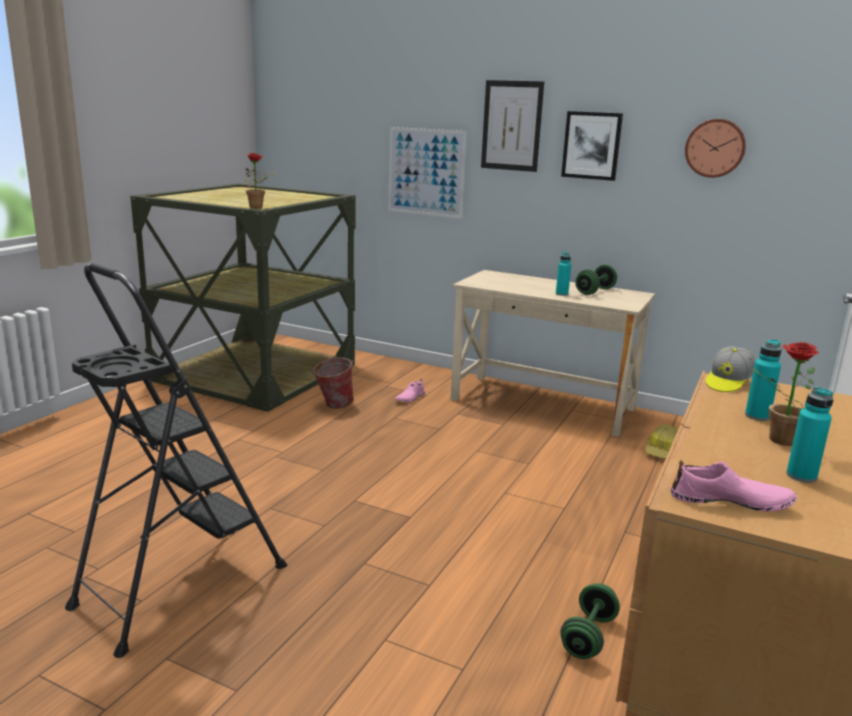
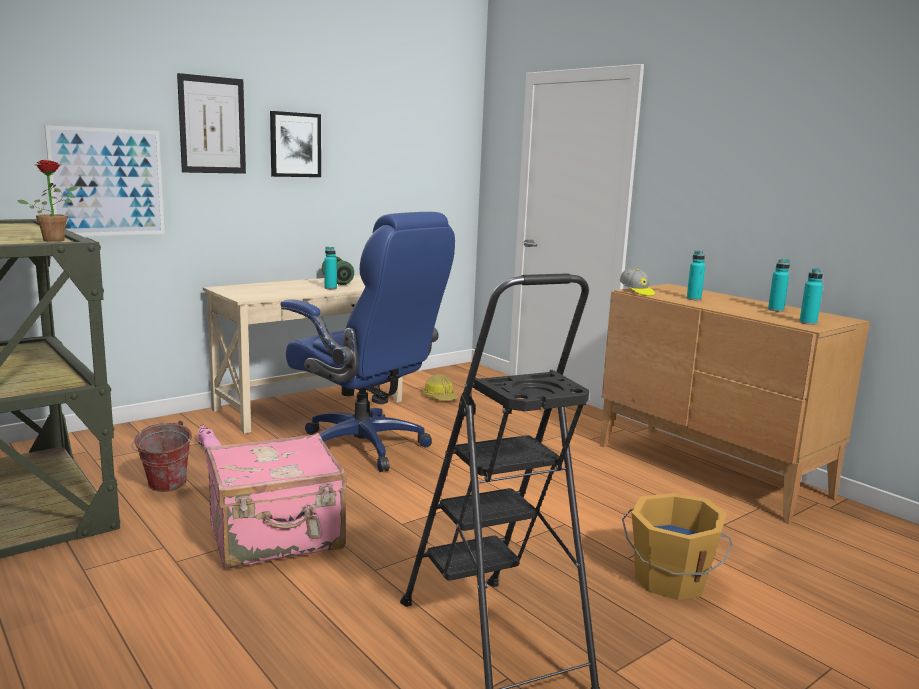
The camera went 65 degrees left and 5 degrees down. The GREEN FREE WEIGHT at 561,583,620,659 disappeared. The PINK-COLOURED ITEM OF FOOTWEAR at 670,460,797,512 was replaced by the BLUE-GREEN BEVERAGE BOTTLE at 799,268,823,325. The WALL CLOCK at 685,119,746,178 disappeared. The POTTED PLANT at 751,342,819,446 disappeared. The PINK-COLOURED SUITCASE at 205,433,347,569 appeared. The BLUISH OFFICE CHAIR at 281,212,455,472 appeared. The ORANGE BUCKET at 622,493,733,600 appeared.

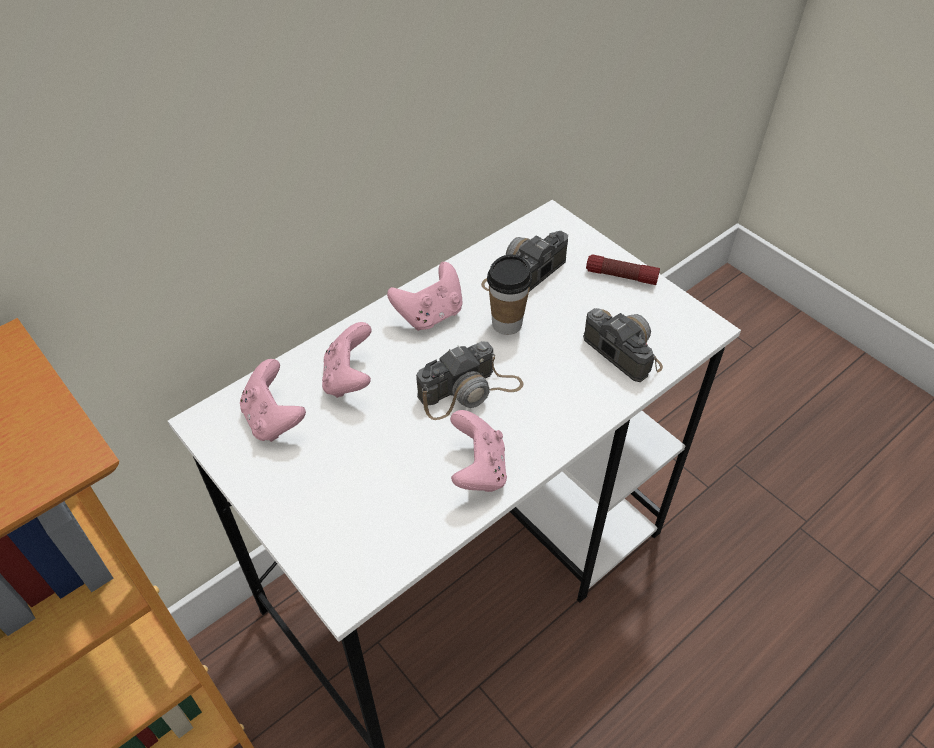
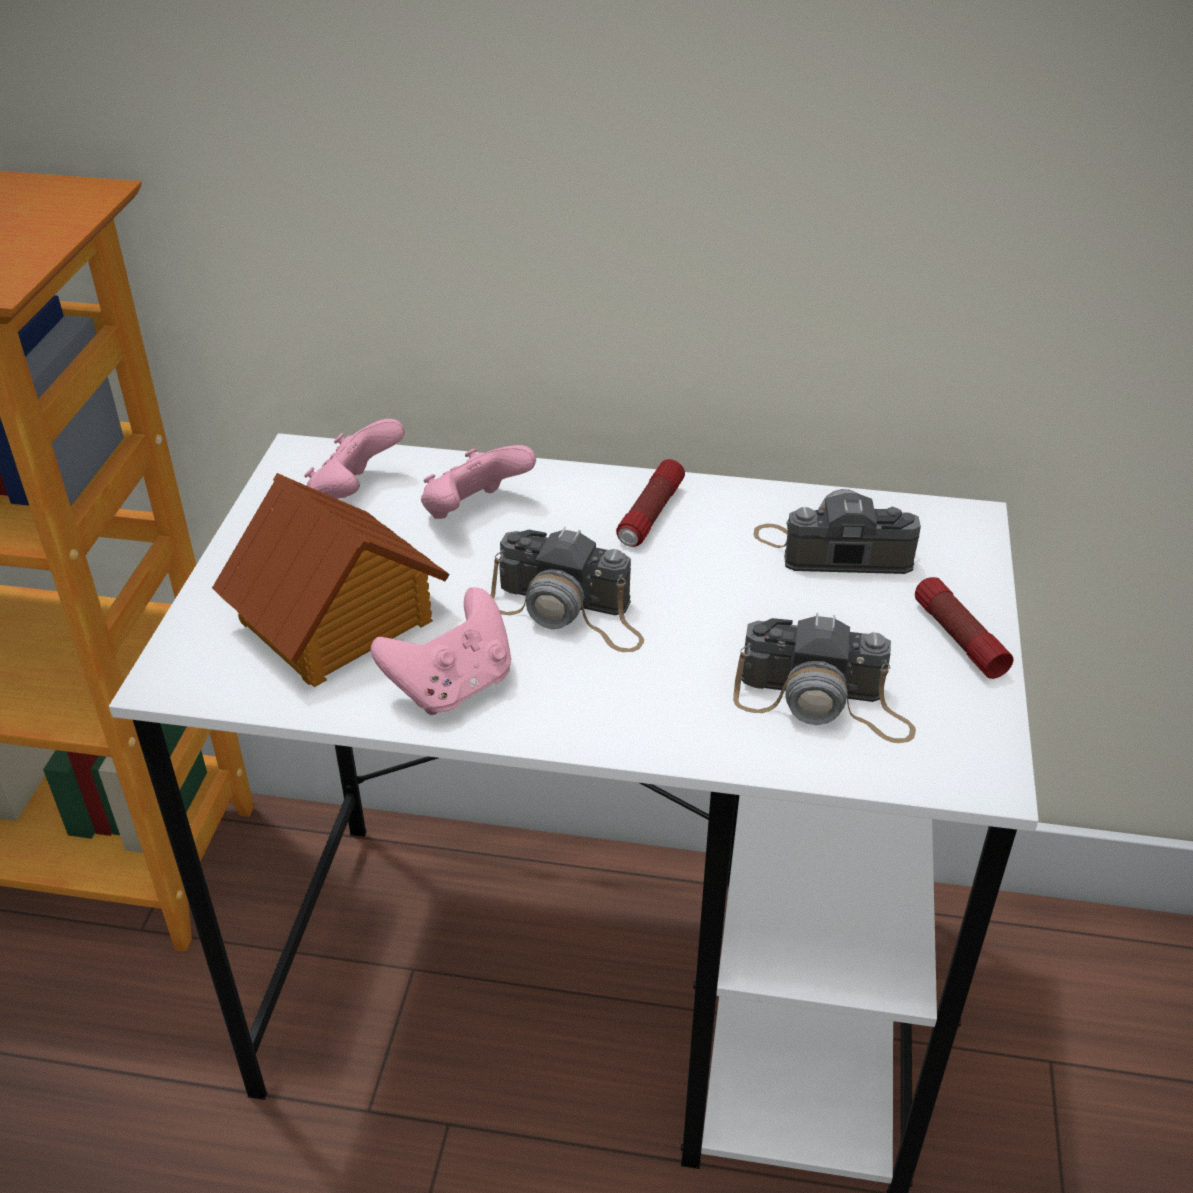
The camera went 50 degrees right and 10 degrees down. The PINK-COLOURED JOYPAD at 387,262,463,331 was replaced by the TORCH at 616,459,685,547. The CUP at 487,255,532,335 disappeared. The STILL CAMERA at 583,308,663,382 turned 90 degrees clockwise. The MINIATURE HOUSE at 212,473,450,687 appeared.

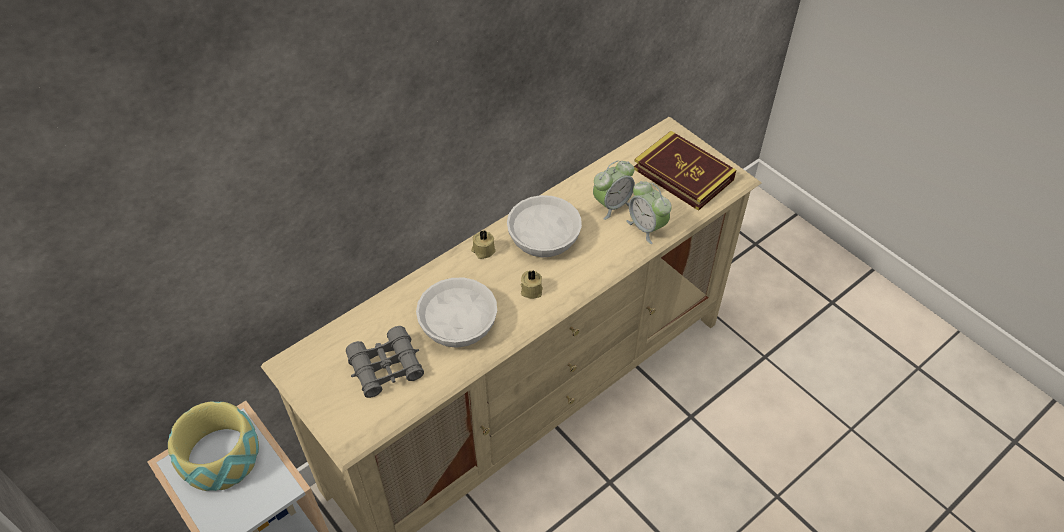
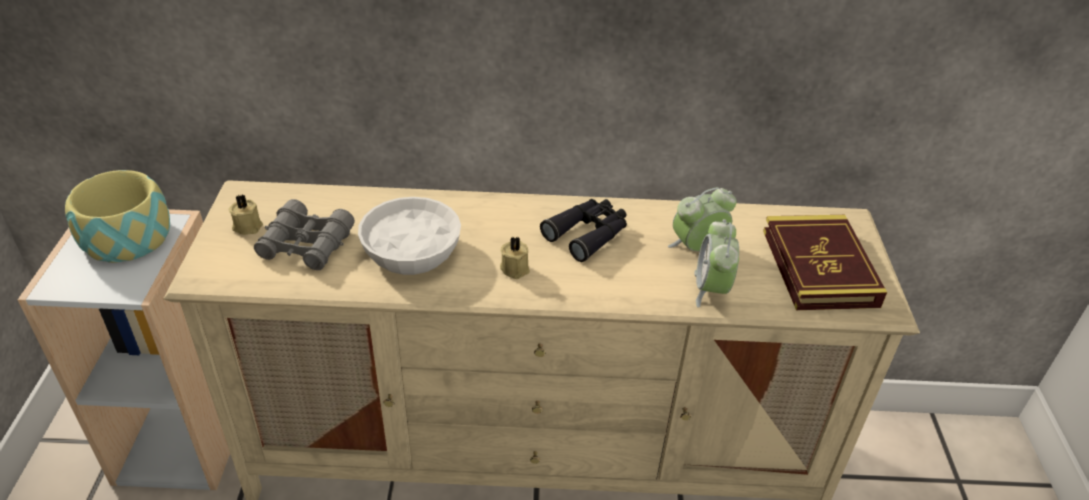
The camera went 40 degrees right and 10 degrees down. The BEIGE-COLOURED WAX CANDLE moved from 471,230,496,259 to 228,194,263,235. The WHITE-COLOURED SERVING BOWL at 507,195,582,257 was replaced by the BLACK-COLOURED FIELD GLASSES at 540,199,627,262. The TABLE CLOCK at 593,161,635,220 turned 150 degrees clockwise.

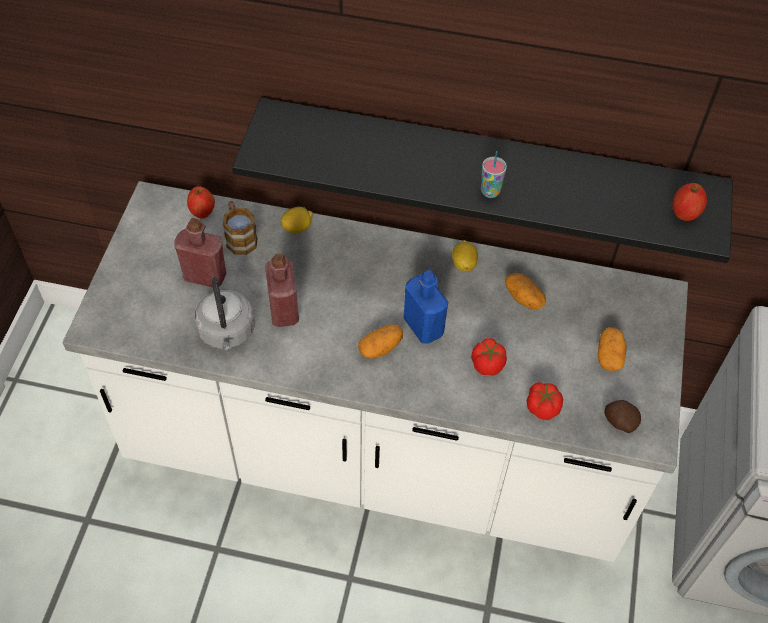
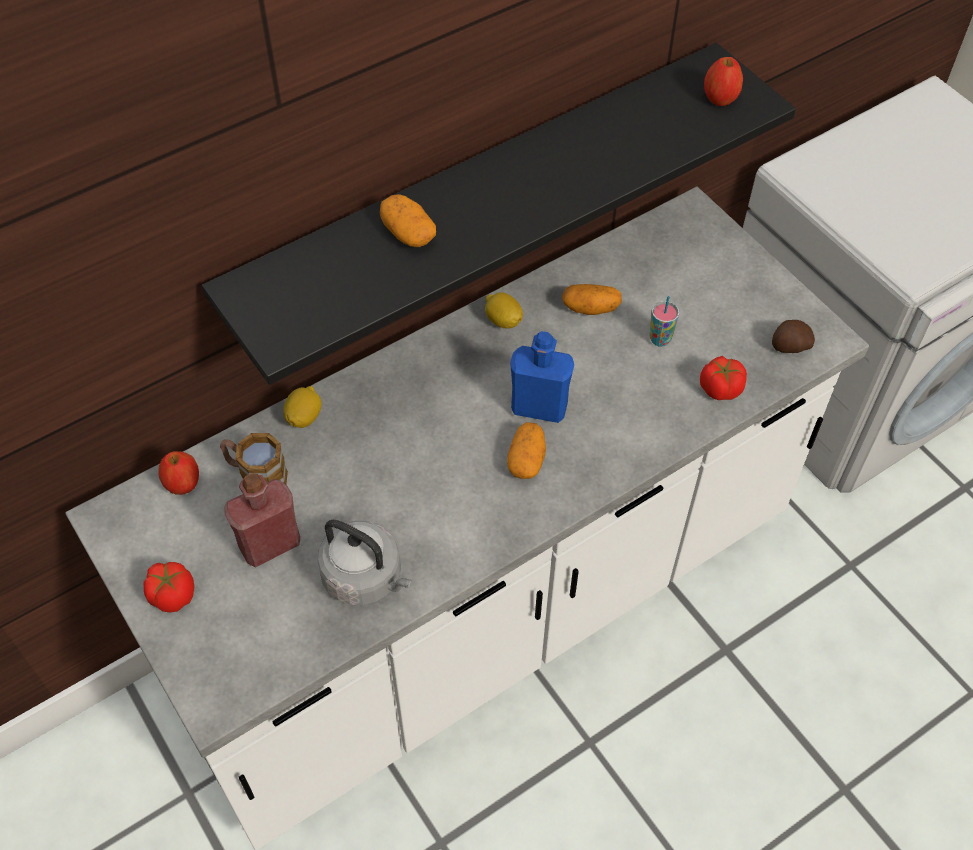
The camera went 45 degrees left and 0 degrees up. The RED-COLOURED BEVERAGE BOTTLE at 265,254,299,327 disappeared. The TOMATO moved from 471,338,507,376 to 143,562,194,612. The CUP moved from 481,151,507,198 to 650,296,679,347. The POTATO moved from 598,327,627,371 to 380,194,436,247.

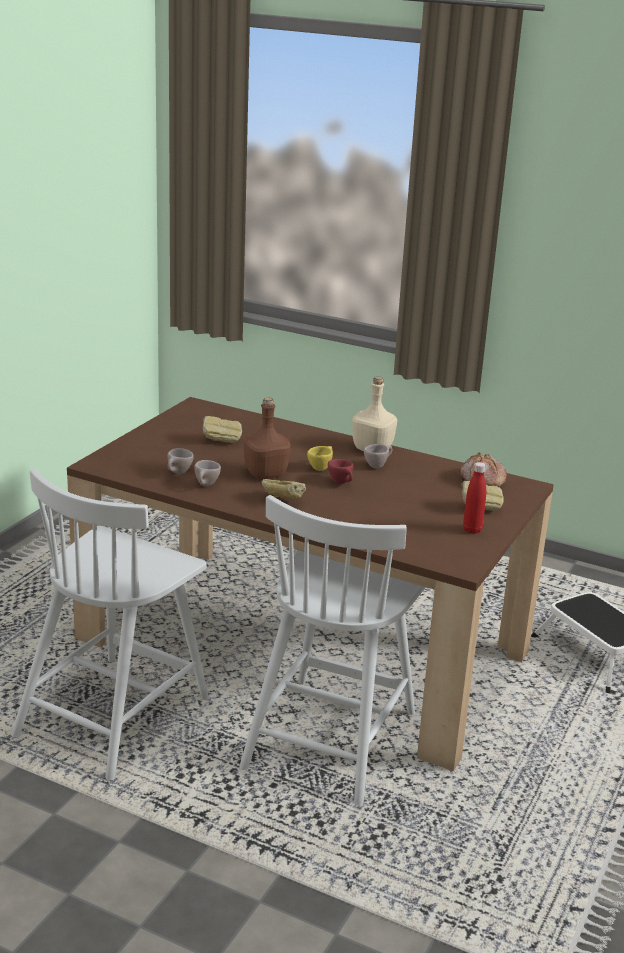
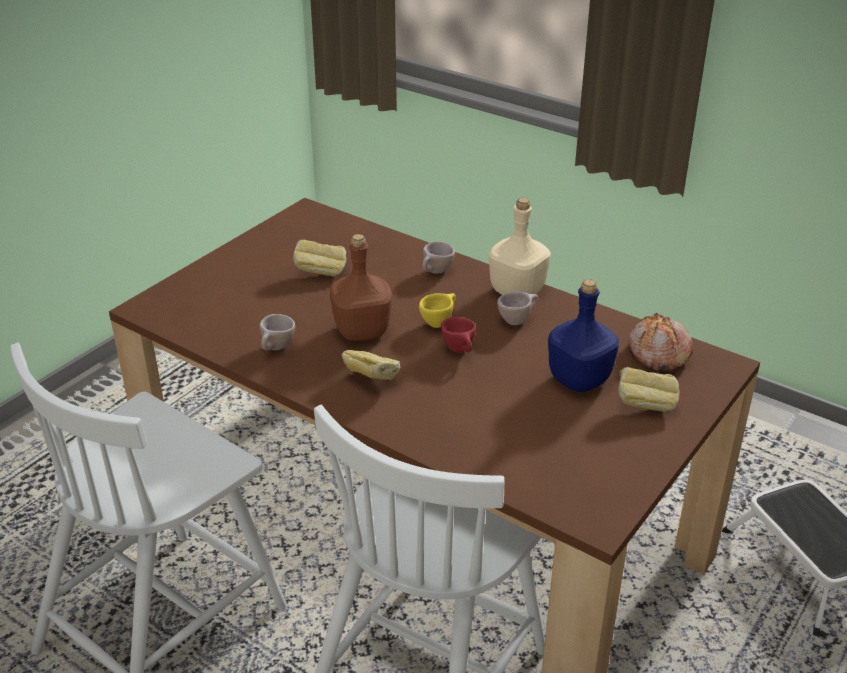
The camera went 10 degrees right and 10 degrees up. The BEIGE-COLOURED CUP moved from 168,448,194,474 to 422,241,455,274. The RED-COLOURED BEVERAGE BOTTLE at 463,462,486,534 disappeared. The BLUISH BEVERAGE BOTTLE at 548,279,619,392 appeared.

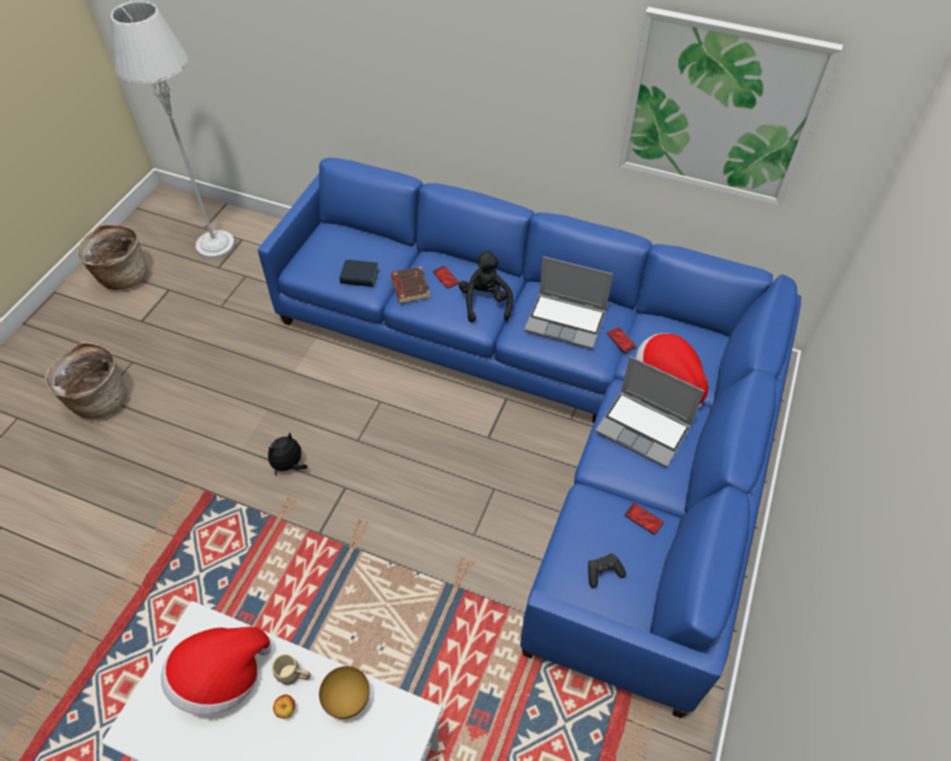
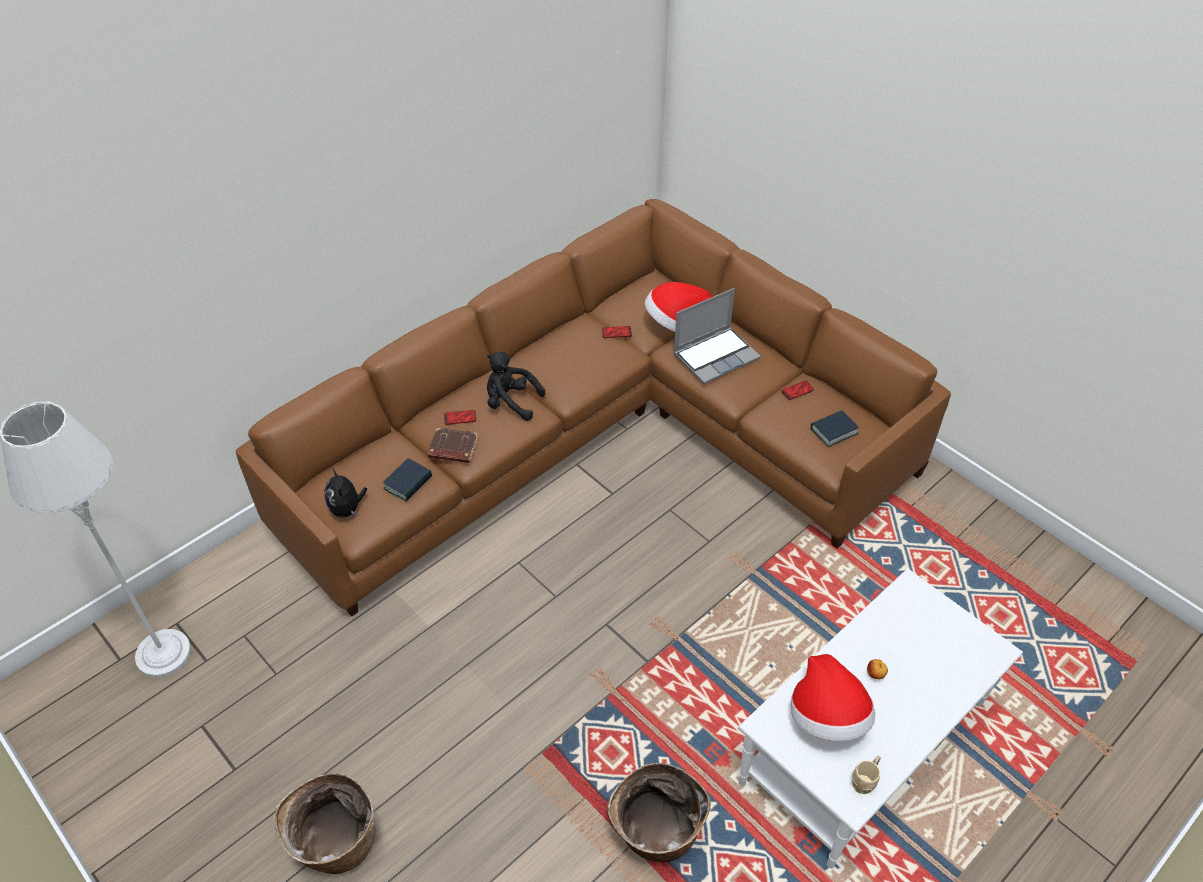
The camera went 65 degrees left and 5 degrees down. The HOUSEHOLD BASKET moved from 76,224,148,290 to 607,763,711,863. The BLUISH SETTEE at 258,158,801,718 became the BROWN SETTEE at 236,199,951,617. The PLUSH TOY moved from 268,432,308,476 to 324,468,367,518. The BEIGE-COLOURED TEA MUG moved from 272,654,311,685 to 852,755,881,794. The SERVING BOWL at 319,666,370,719 disappeared. The PORTABLE COMPUTER at 524,256,613,349 disappeared. The BLACK-COLOURED JOYPAD at 588,553,626,588 was replaced by the BOUND BOOK at 811,410,859,447. The WALL PICTURE at 619,7,843,206 disappeared.

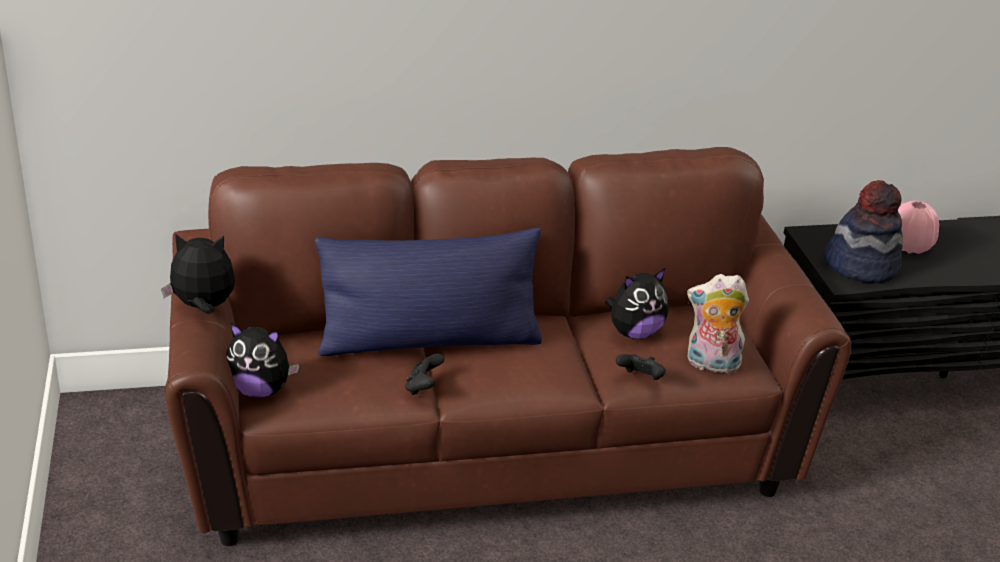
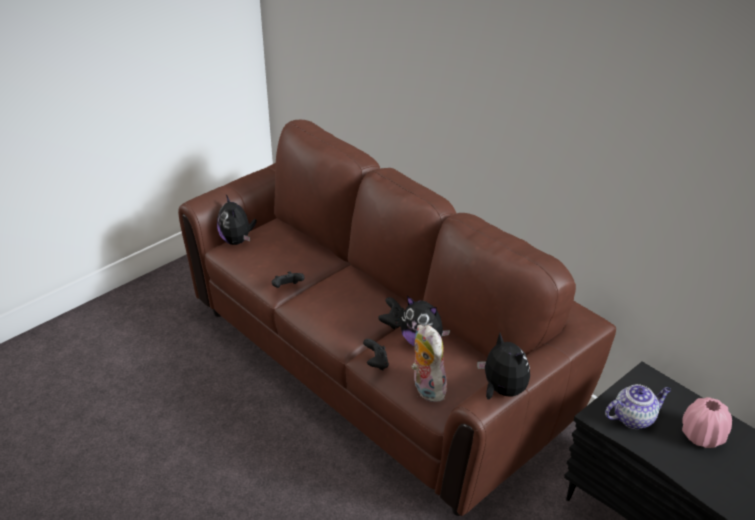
The camera went 60 degrees right and 5 degrees up. The PLUSH TOY moved from 161,233,235,314 to 477,333,530,399. The BLUISH THROW PILLOW at 315,228,542,356 disappeared. The CLOTHING HAT at 824,180,903,284 was replaced by the TEAPOT at 605,384,671,429. The BLACK-COLOURED JOYPAD at 378,297,404,330 appeared.

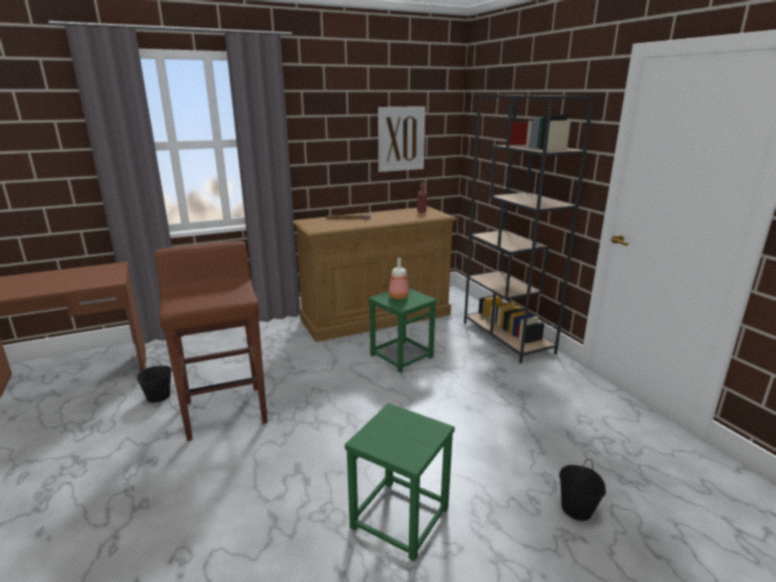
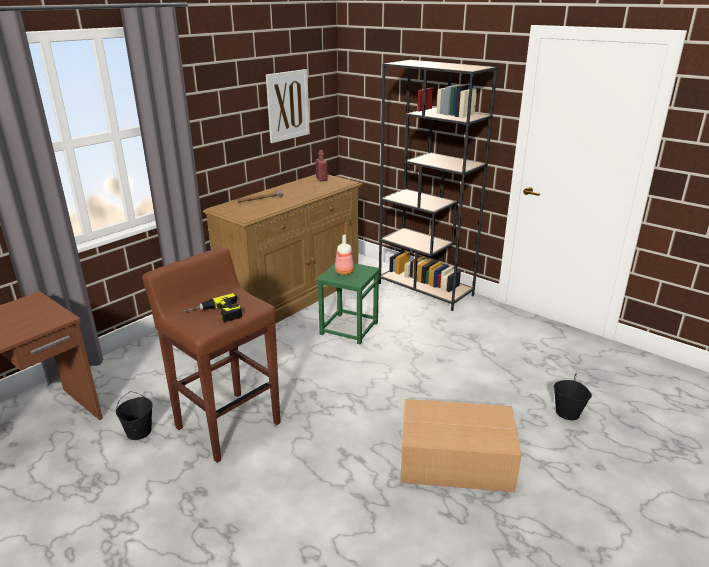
The camera went 25 degrees left and 5 degrees up. The GREEN STOOL SEAT at 345,403,455,561 was replaced by the PACKING BOX at 400,399,522,492. The ELECTRIC DRILL at 182,293,242,322 appeared.

